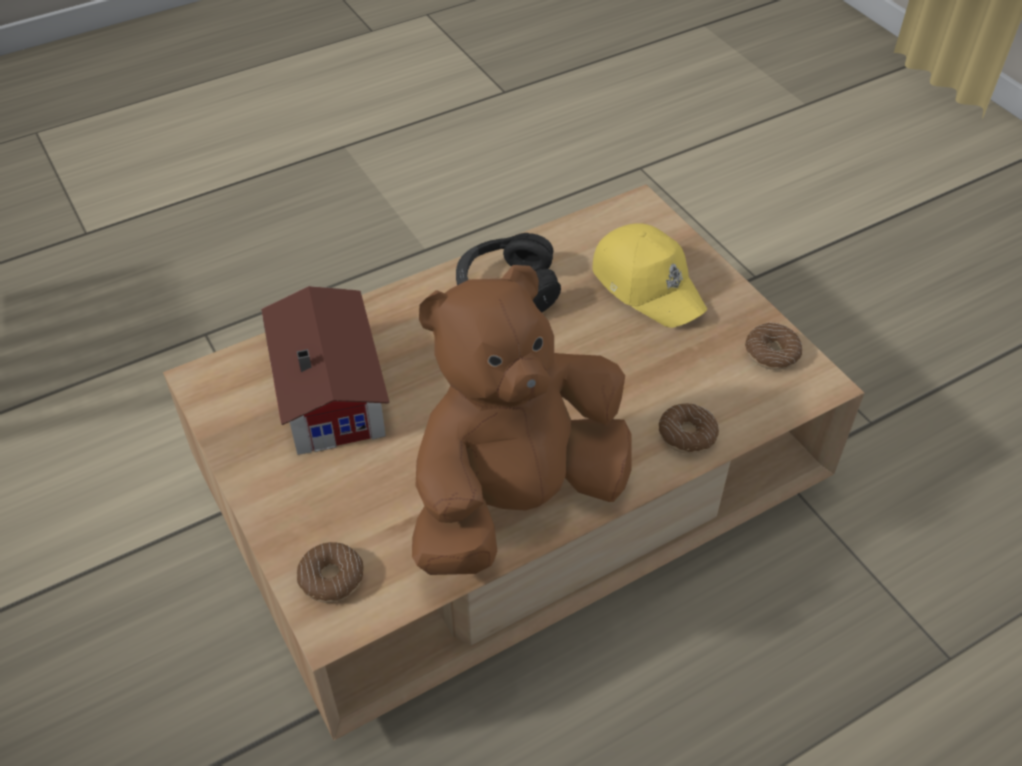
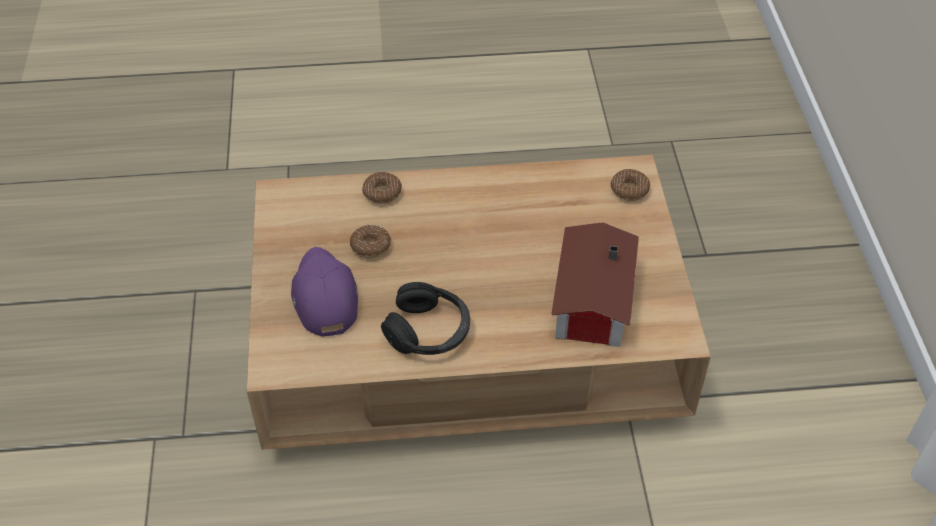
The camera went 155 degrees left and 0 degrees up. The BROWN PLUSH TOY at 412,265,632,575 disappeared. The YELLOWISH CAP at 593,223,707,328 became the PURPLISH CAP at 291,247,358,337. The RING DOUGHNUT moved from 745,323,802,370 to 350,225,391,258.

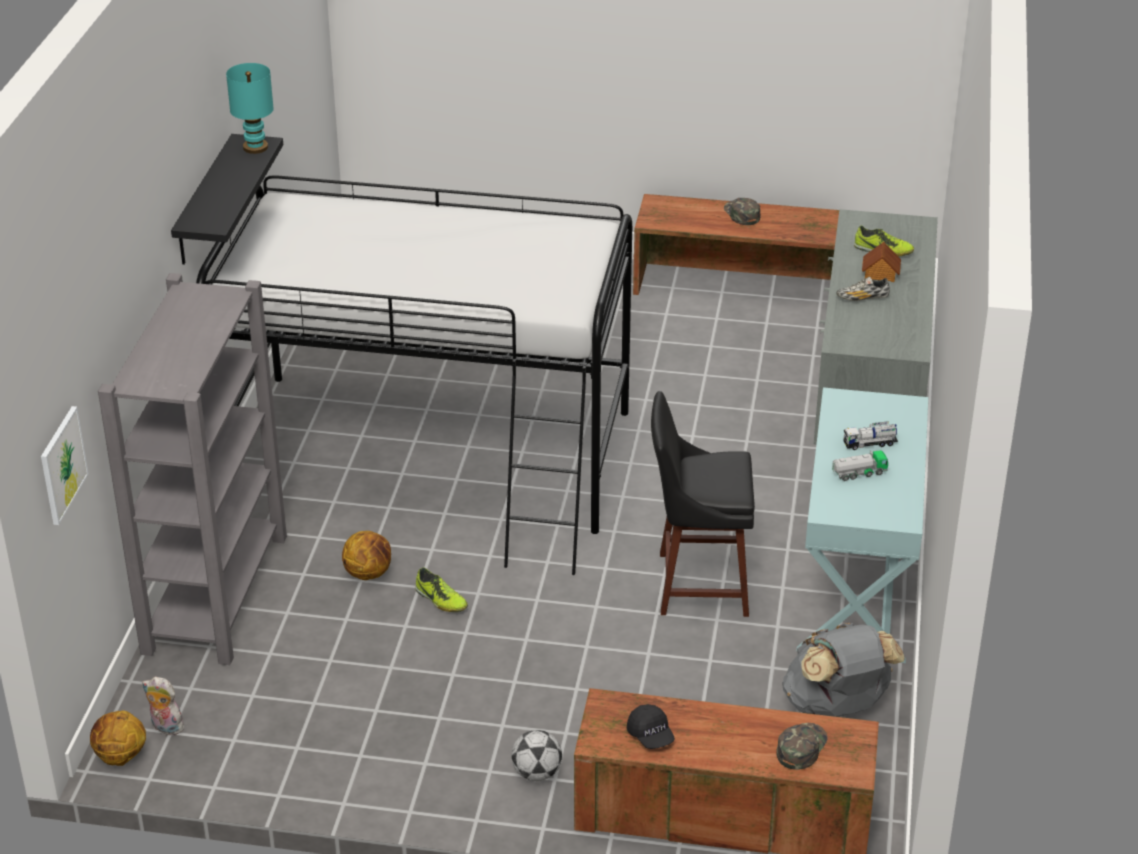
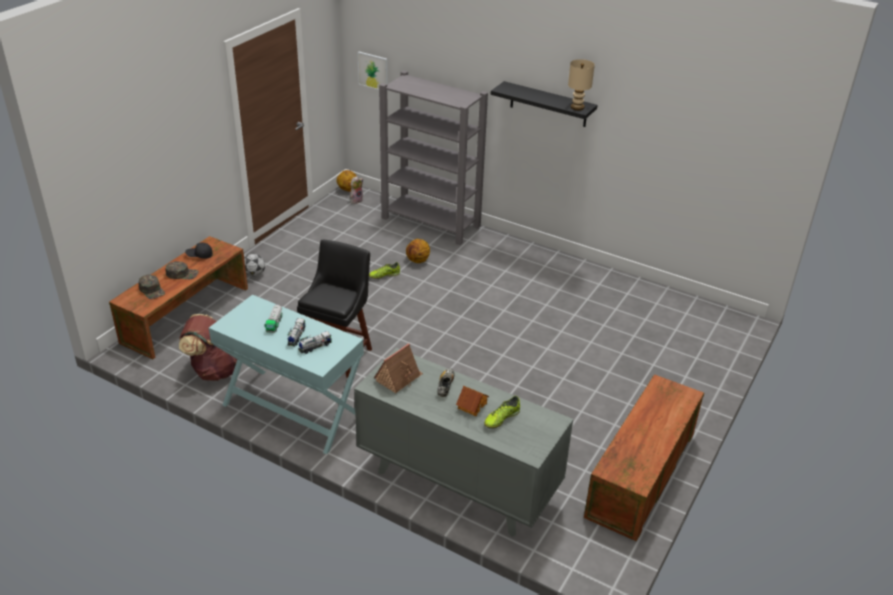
The camera went 110 degrees right and 0 degrees up. The BLACK-COLOURED SLEEPING BED at 196,175,632,575 disappeared. The BLUE-GREEN LAMP FOR A TABLE at 226,63,274,154 became the BEIGE-COLOURED LAMP FOR A TABLE at 568,59,595,110. The GREEN CAP moved from 724,198,760,225 to 165,261,199,279. The GREY RUCKSACK at 782,623,905,717 became the BROWN RUCKSACK at 179,314,237,381. The TOY TRUCK at 298,331,332,354 appeared. The MINIATURE HOUSE at 374,343,423,393 appeared.

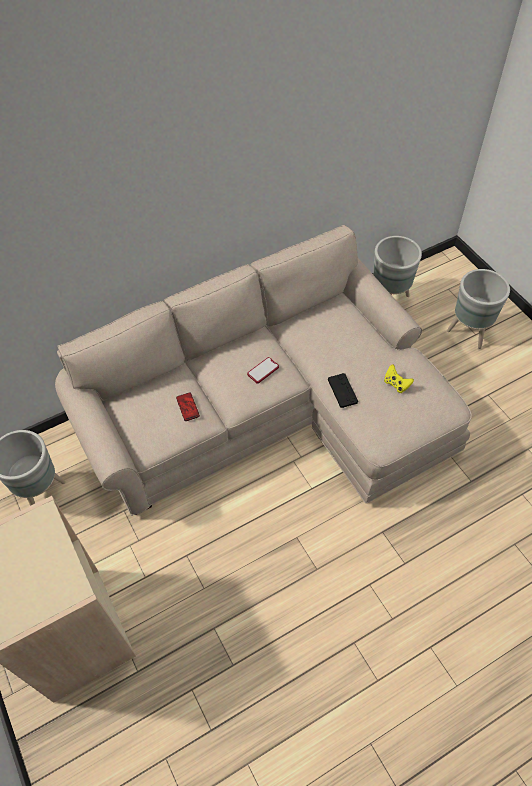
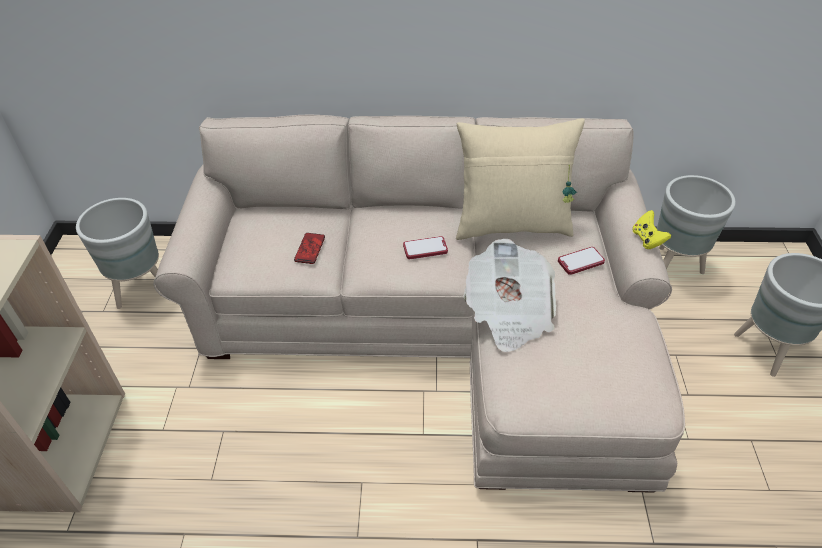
The camera went 30 degrees right and 10 degrees down. The BLACK-COLOURED JOYPAD at 328,373,358,408 was replaced by the NEWSPAPER at 463,239,556,353. The YELLOWISH JOYPAD moved from 384,364,414,393 to 632,210,671,249. The BEIGE-COLOURED THROW PILLOW at 456,118,585,240 appeared. The HANDSET at 558,247,605,275 appeared.

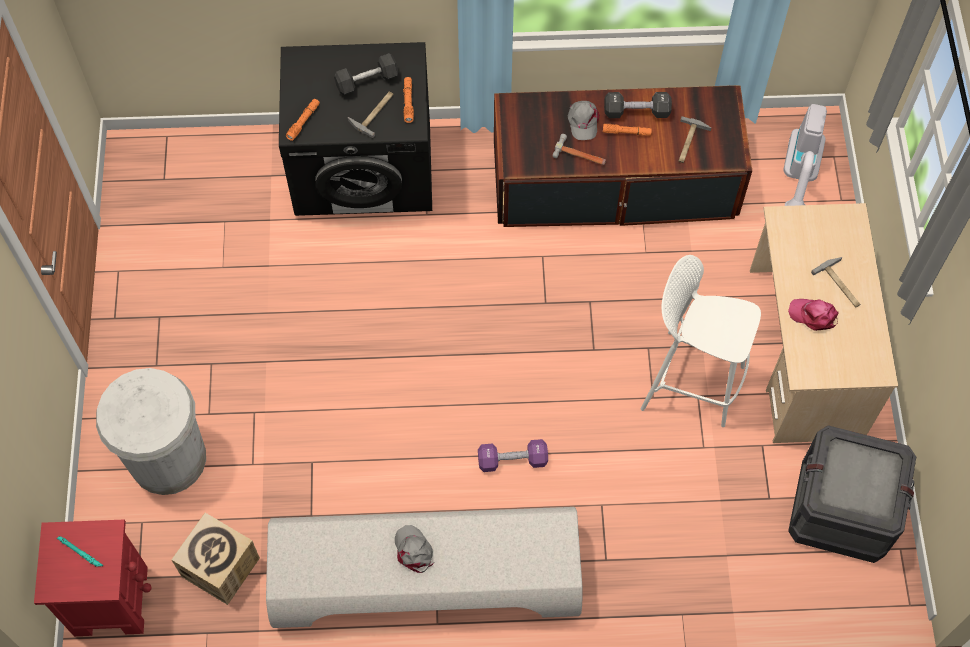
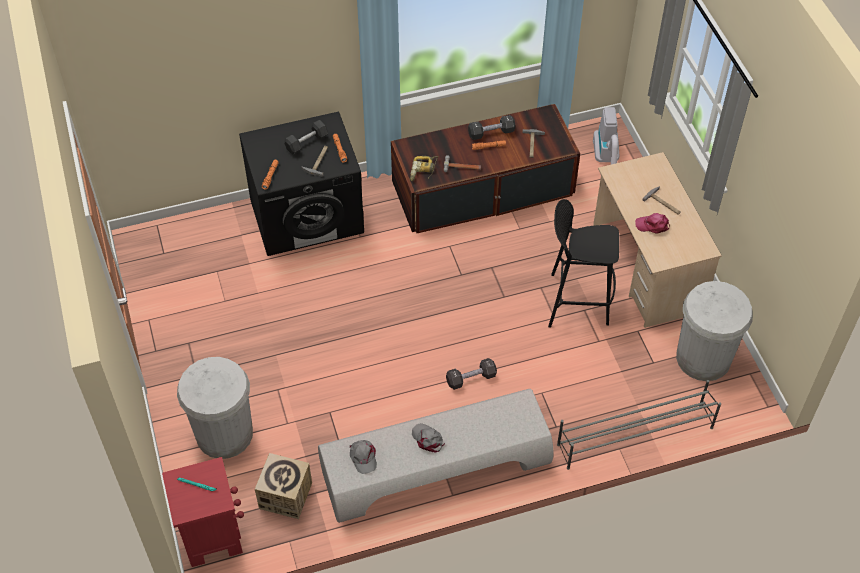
The camera went 15 degrees left and 10 degrees down. The PURPLISH FREE WEIGHT at 478,439,548,472 became the BLACK-COLOURED FREE WEIGHT at 446,358,497,390. The GREY CAP moved from 568,101,600,140 to 350,440,377,474. The WHITE-COLOURED STOOL SEAT at 641,255,761,427 became the BLACK-COLOURED STOOL SEAT at 548,199,619,328. The SHIPPING CRATE at 788,425,916,563 was replaced by the WHITE-COLOURED WASTE BIN at 676,281,753,381. The ELECTRIC DRILL at 410,156,439,181 appeared. The GREY SHOE STAND at 557,380,721,470 appeared.

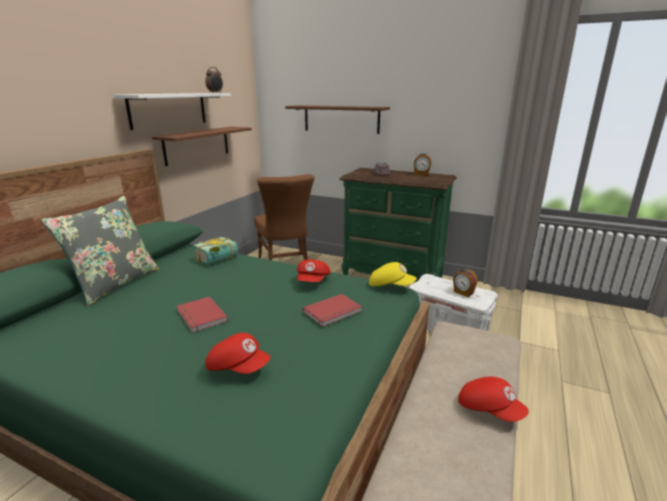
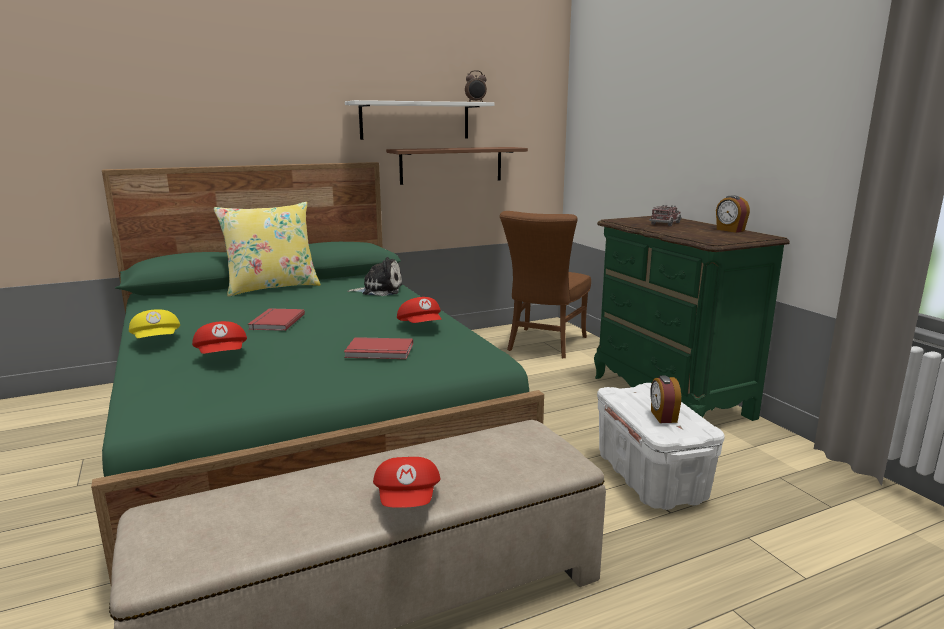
The camera went 40 degrees right and 5 degrees down. The GREY THROW PILLOW at 41,196,159,307 became the YELLOWISH THROW PILLOW at 214,202,321,297. The BOUND BOOK at 193,237,238,265 was replaced by the PLUSH TOY at 347,257,402,296. The BROWN BRACKET SHELF at 285,105,390,134 disappeared. The RED-COLOURED CAP at 297,259,331,282 turned 75 degrees counterclockwise. The YELLOWISH CAP moved from 369,262,416,286 to 129,309,180,338.

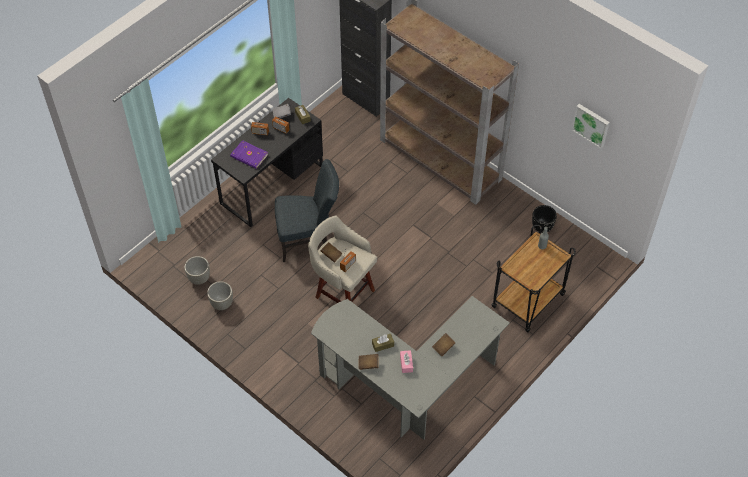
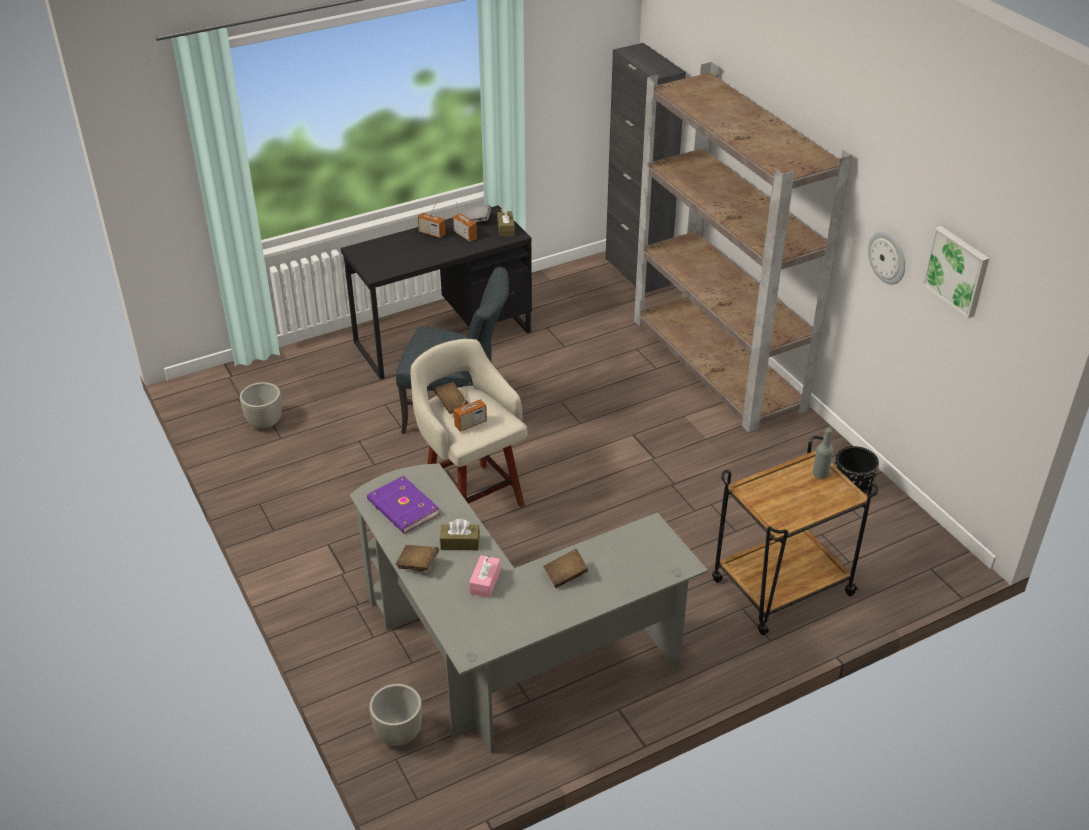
The camera went 20 degrees right and 15 degrees down. The GREY PLANTER moved from 207,281,233,310 to 369,684,422,746. The PURPLISH BOUND BOOK moved from 230,140,268,169 to 367,476,440,534. The WALL CLOCK at 868,232,905,285 appeared.

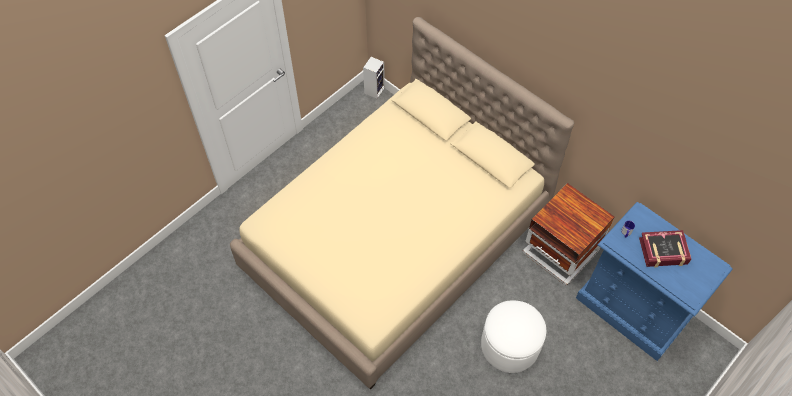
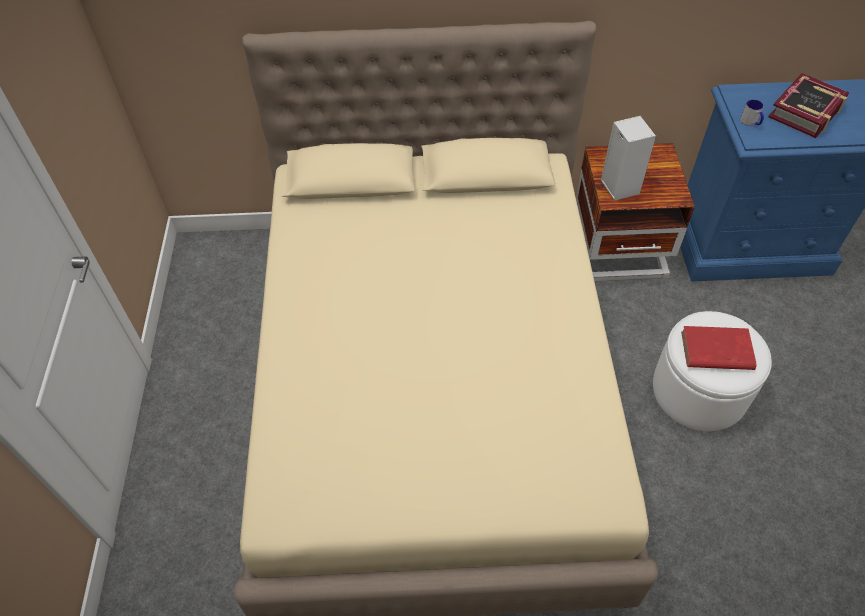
The camera went 45 degrees left and 5 degrees down. The LOUDSPEAKER moved from 363,57,385,98 to 601,116,656,201. The RED-COLOURED BOUND BOOK at 681,326,756,370 appeared.

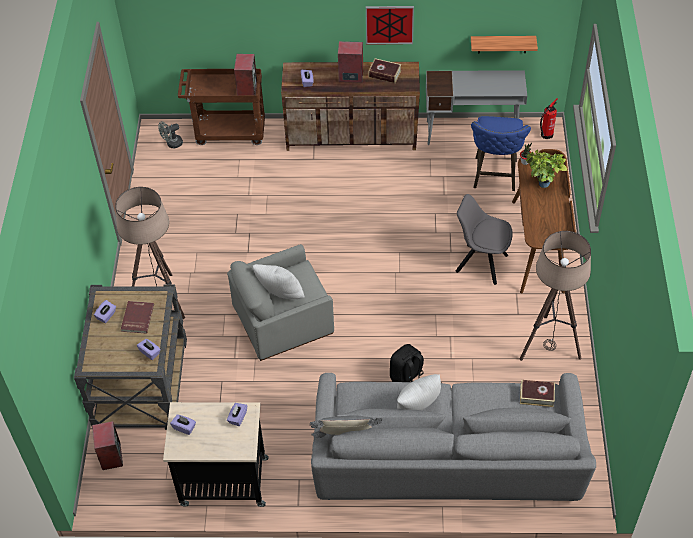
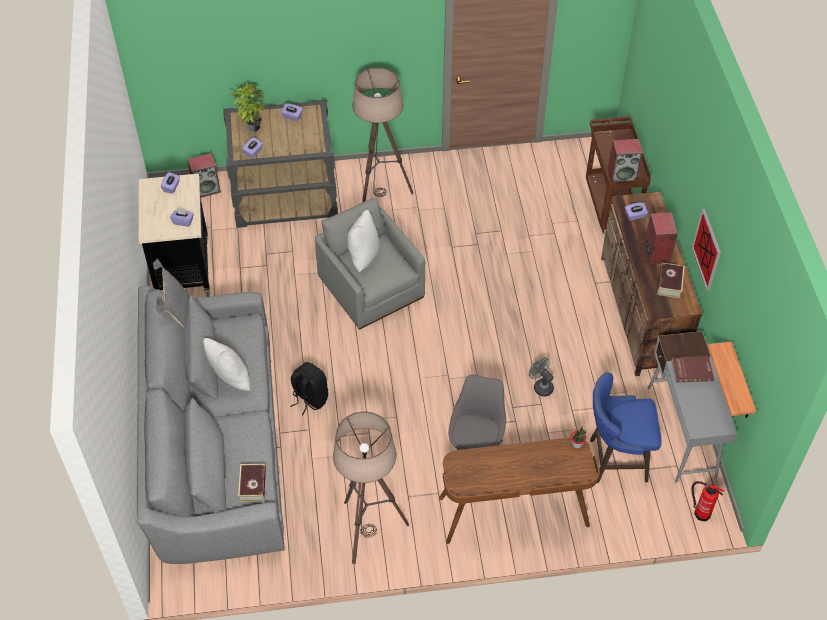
The camera went 80 degrees right and 0 degrees up. The RED-COLOURED BOUND BOOK moved from 121,301,154,334 to 671,356,714,382. The GREY FAN moved from 159,122,183,148 to 529,357,554,397. The POTTED PLANT moved from 526,149,568,188 to 228,83,265,132.

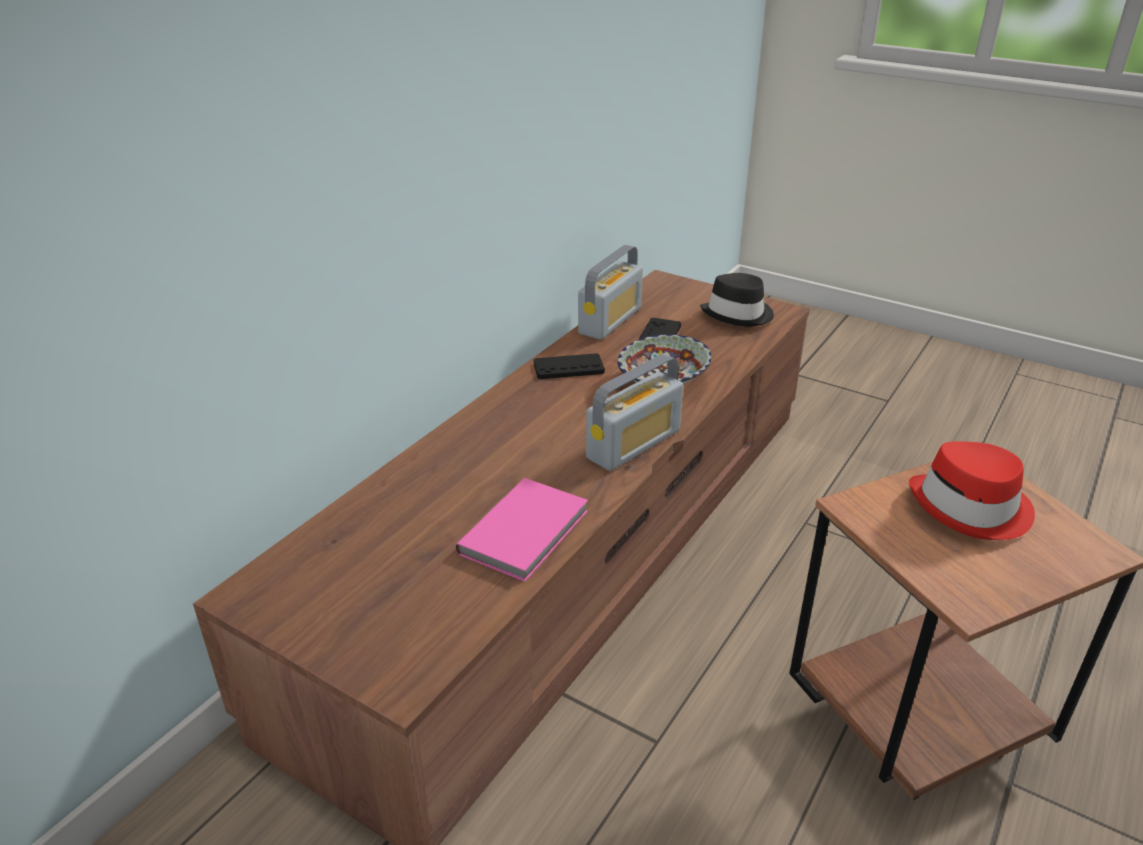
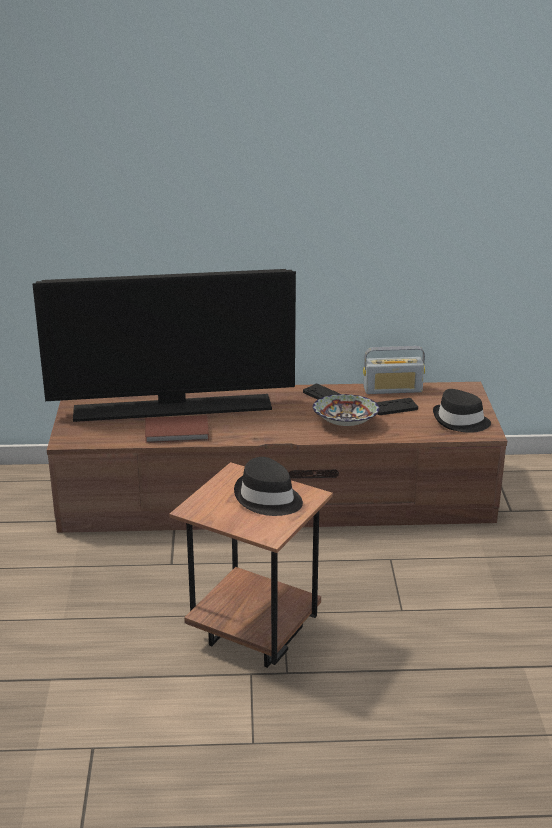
The camera went 55 degrees right and 5 degrees down. The PINK-COLOURED BOUND BOOK at 455,478,588,582 became the BROWN BOUND BOOK at 145,415,209,443. The RADIO SET at 586,354,683,471 disappeared. The RED-COLOURED CLOTHING HAT at 909,441,1035,540 became the BLACK-COLOURED CLOTHING HAT at 234,457,303,516. The TELEVISION at 32,269,296,422 appeared.

